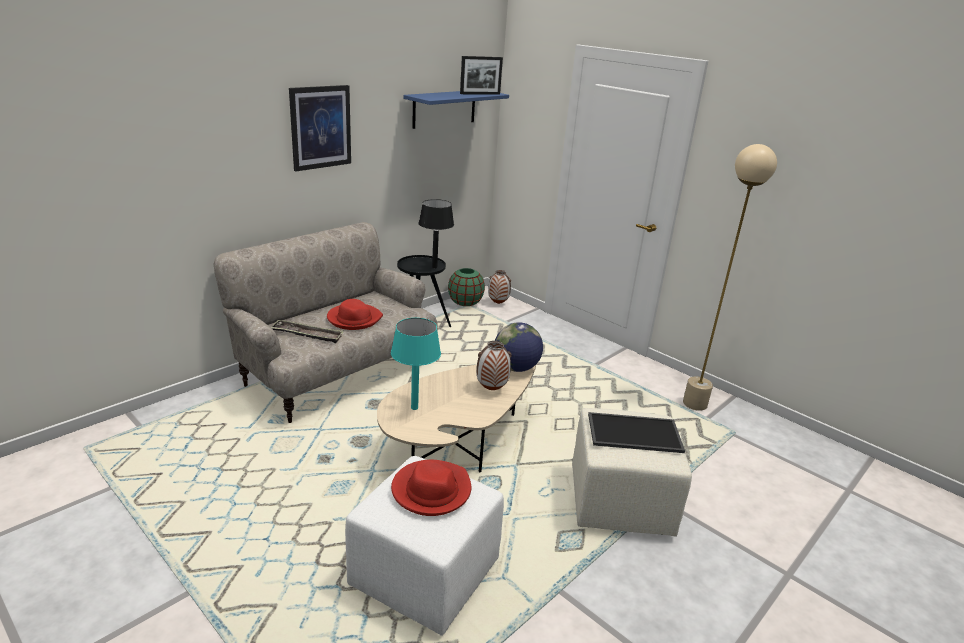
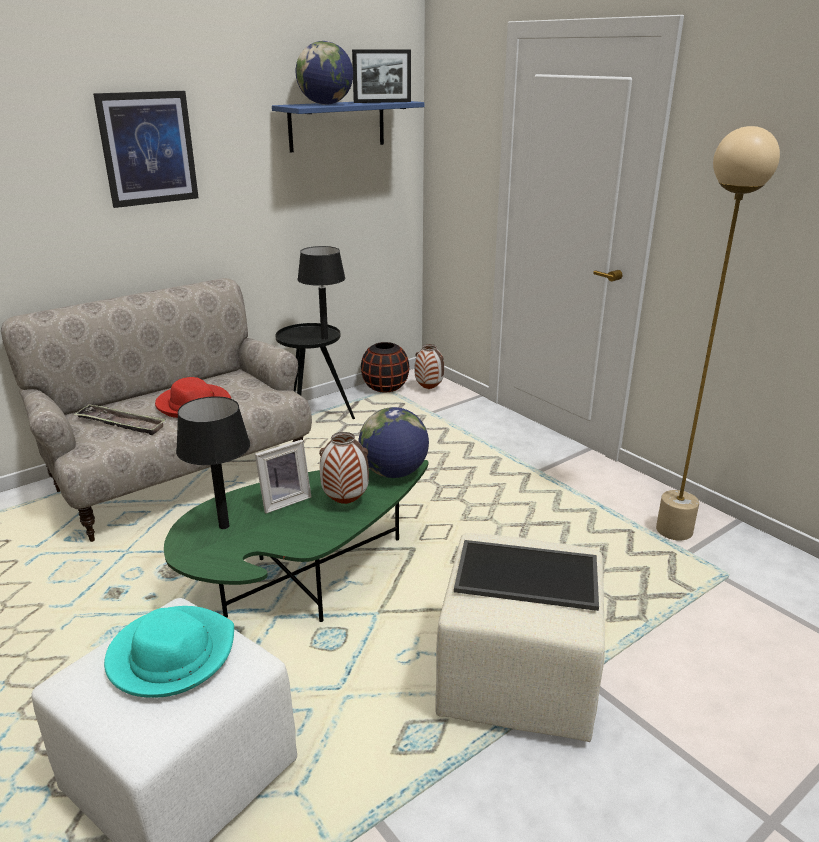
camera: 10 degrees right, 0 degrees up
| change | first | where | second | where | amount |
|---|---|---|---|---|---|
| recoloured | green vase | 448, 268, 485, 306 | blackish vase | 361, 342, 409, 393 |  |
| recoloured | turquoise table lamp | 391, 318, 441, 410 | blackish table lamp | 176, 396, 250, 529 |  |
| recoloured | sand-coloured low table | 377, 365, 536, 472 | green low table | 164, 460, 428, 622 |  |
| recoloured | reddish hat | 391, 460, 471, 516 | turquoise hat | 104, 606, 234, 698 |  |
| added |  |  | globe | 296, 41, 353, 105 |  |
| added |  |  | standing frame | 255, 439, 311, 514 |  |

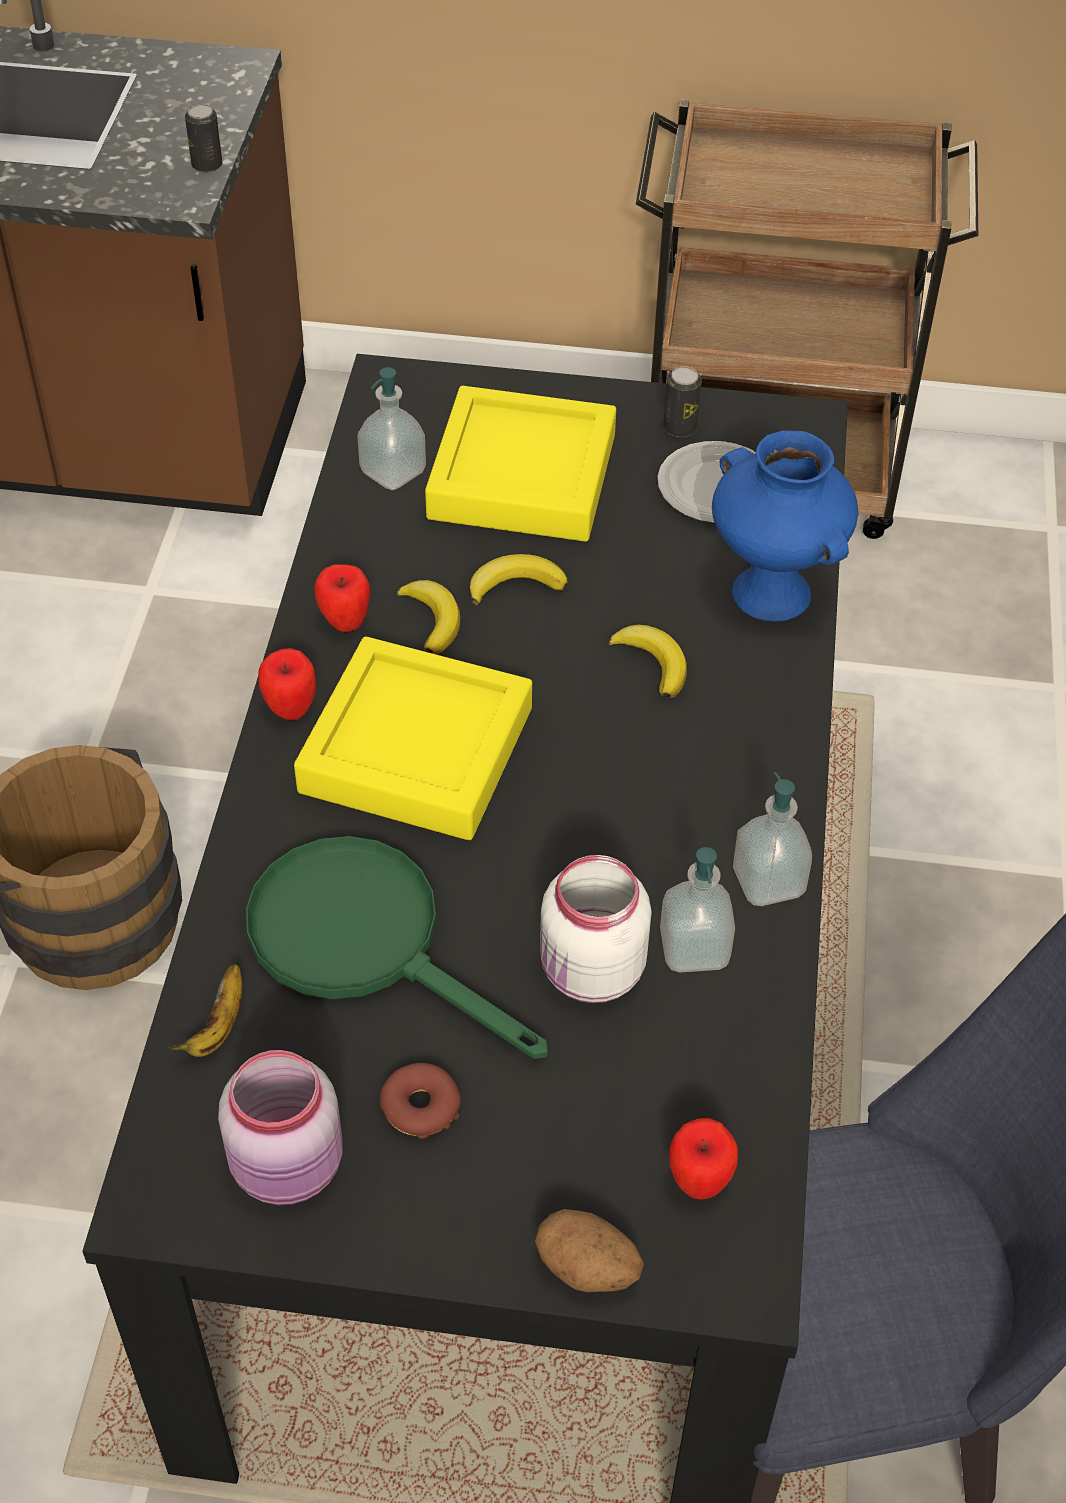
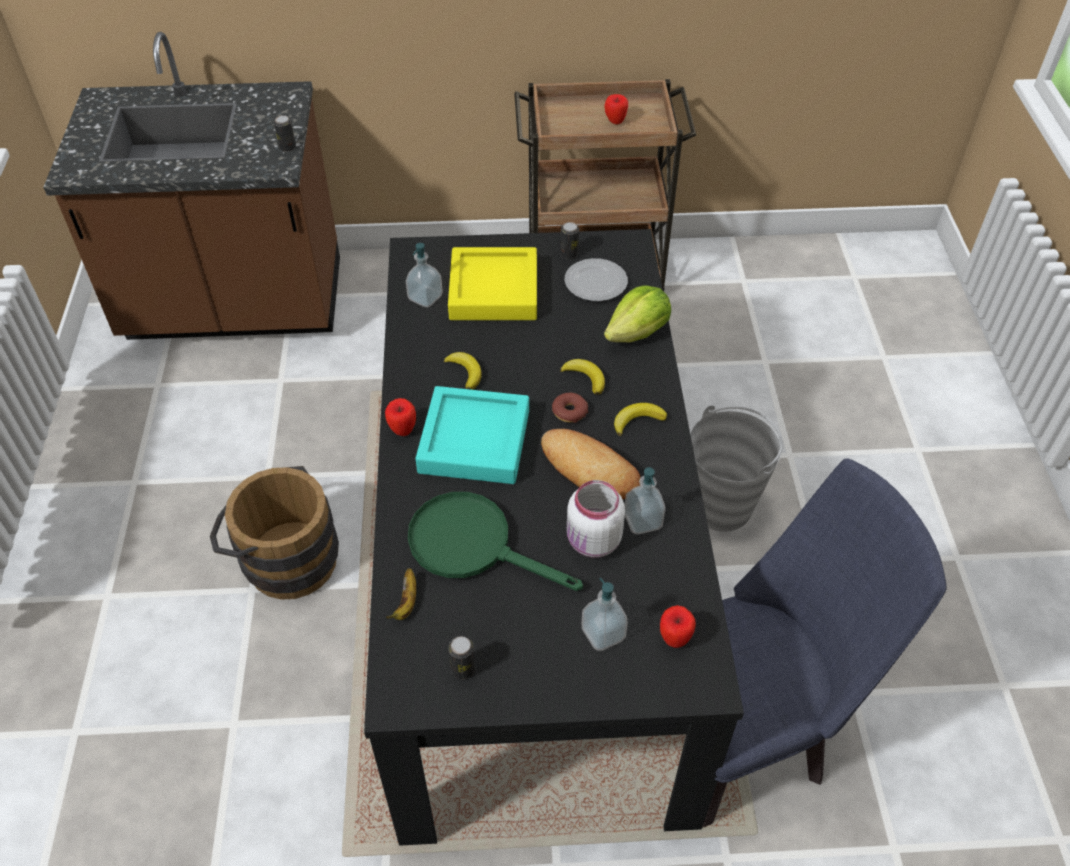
camera: 10 degrees left, 0 degrees up
| change | first | where | second | where | amount |
|---|---|---|---|---|---|
| replaced | blue vase | 712, 430, 858, 622 | lettuce | 604, 286, 671, 343 |  |
| moved | banana fruit | 470, 554, 567, 605 |  | 614, 403, 667, 436 |  |
| moved | apple fruit | 314, 564, 370, 632 |  | 604, 94, 628, 124 |  |
| recoloured | yellow-coloured tray | 294, 637, 532, 840 | turquoise tray | 415, 386, 529, 484 |  |
| moved | soap dispenser | 733, 772, 812, 906 |  | 582, 578, 628, 651 |  |
| replaced | pinkish preserve jar | 218, 1050, 342, 1205 | sealed can | 448, 636, 476, 679 |  |
| moved | donut | 380, 1063, 461, 1139 |  | 552, 393, 588, 423 |  |
| removed | spud | 535, 1209, 644, 1292 |  |  |  |
| added |  |  | greyish pail | 690, 405, 783, 532 |  |
| added |  |  | baked bread | 541, 429, 641, 499 |  |

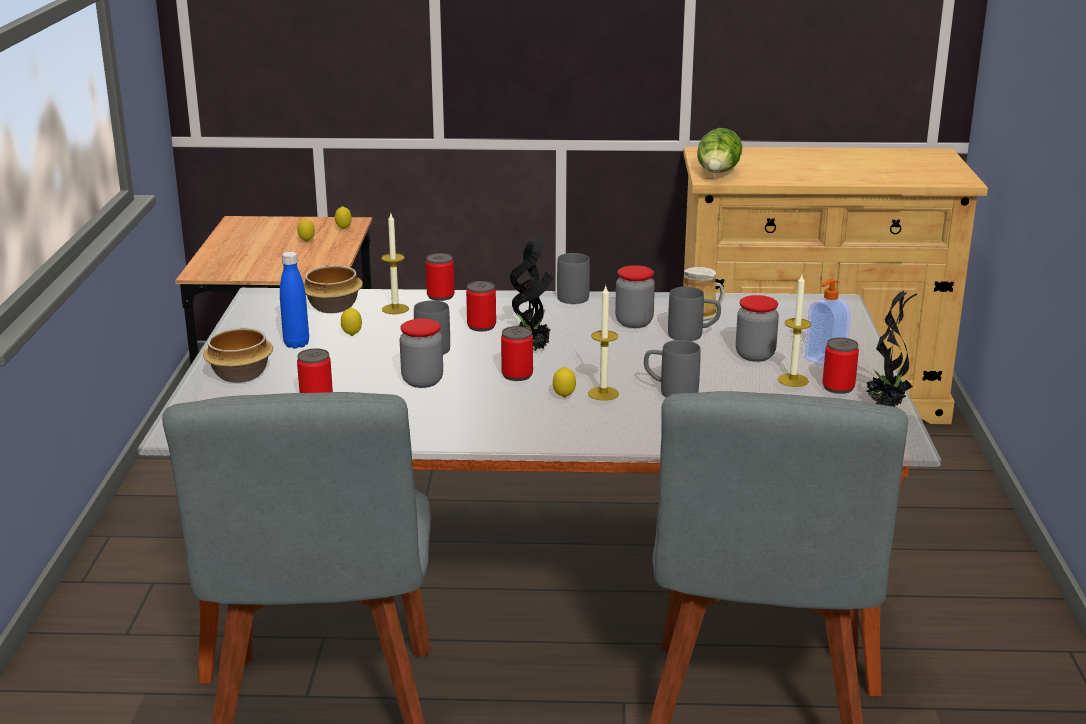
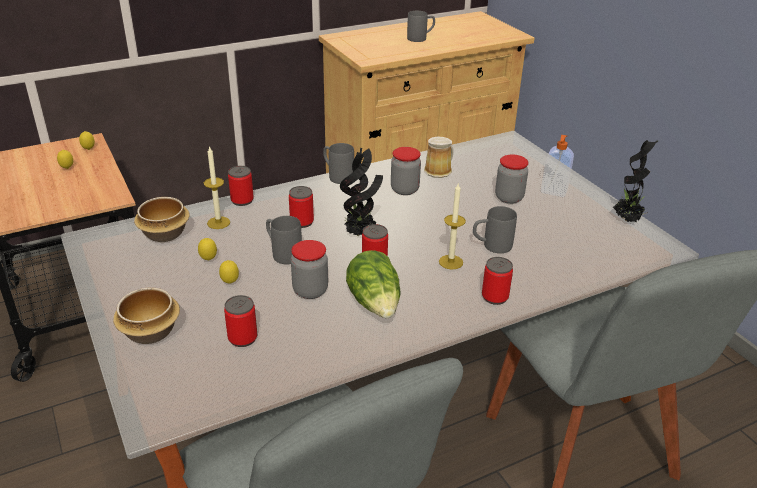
camera: 30 degrees left, 10 degrees up
| change | first | where | second | where | amount |
|---|---|---|---|---|---|
| moved | lettuce | 697, 128, 742, 173 |  | 346, 250, 401, 318 |  |
| removed | blue beverage bottle | 280, 252, 309, 348 |  |  |  |
| removed | wax light | 778, 275, 811, 387 |  |  |  |
| moved | greyish coffee mug | 668, 287, 721, 341 |  | 407, 11, 435, 42 |  |
| moved | sealed can | 822, 337, 859, 394 |  | 482, 257, 513, 305 |  |
| moved | lemon | 553, 367, 576, 398 |  | 219, 260, 239, 284 |  |

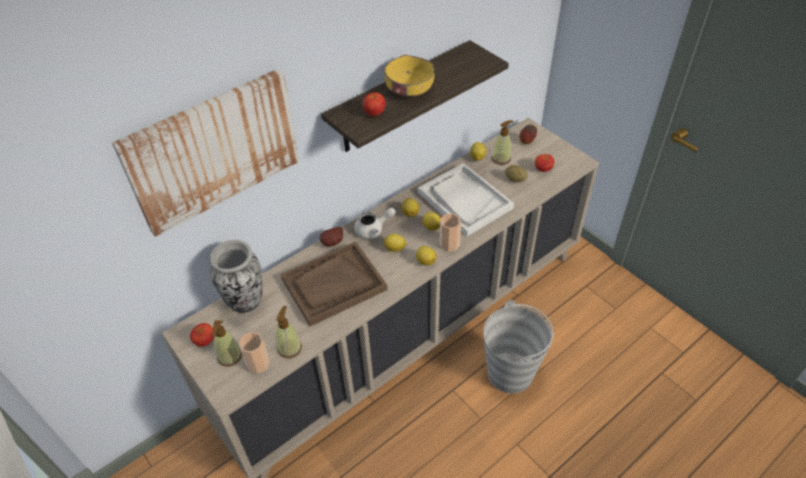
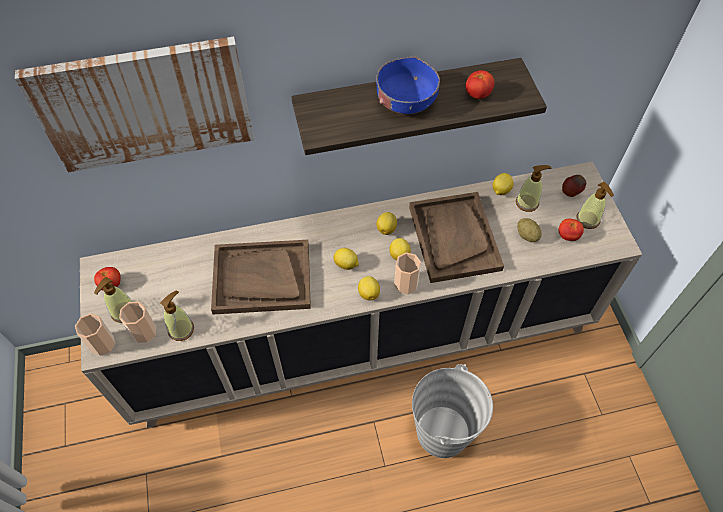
camera: 25 degrees right, 10 degrees up
| change | first | where | second | where | amount |
|---|---|---|---|---|---|
| recoloured | yellow-coloured serving bowl | 384, 55, 435, 97 | blue serving bowl | 376, 56, 440, 114 |  |
| moved | whole tomato | 363, 92, 385, 116 |  | 466, 70, 494, 99 |  |
| recoloured | white-coloured tray | 418, 163, 514, 236 | brown-coloured tray | 409, 192, 504, 283 |  |
| removed | white-coloured pot for tea | 354, 208, 396, 239 |  |  |  |
| removed | spud | 320, 227, 343, 247 |  |  |  |
| removed | vase | 209, 240, 263, 313 |  |  |  |
| added |  |  | soap dispenser | 576, 182, 614, 229 |  |
| added |  |  | small cup | 75, 313, 115, 356 |  |

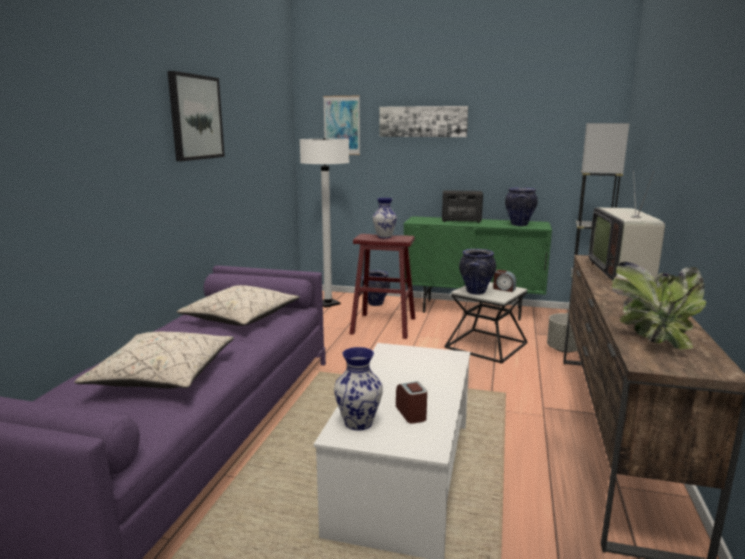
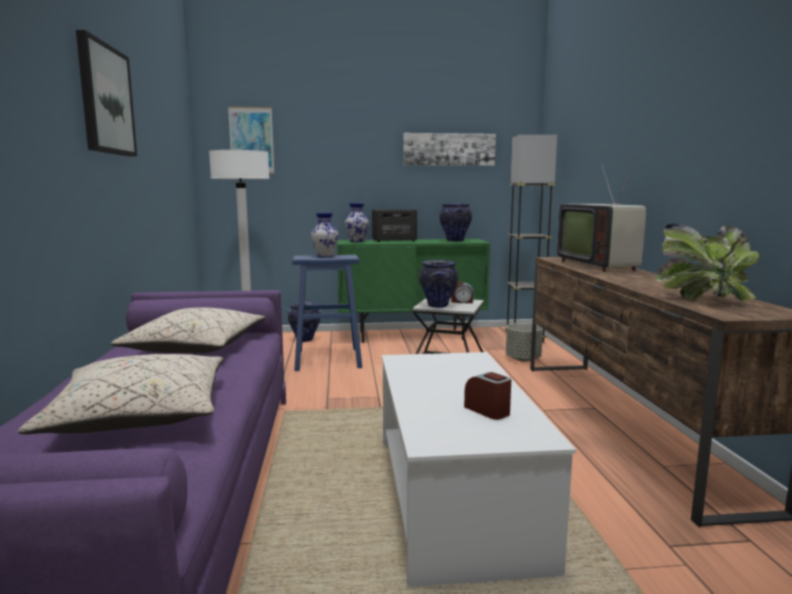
camera: 20 degrees left, 5 degrees down
| change | first | where | second | where | amount |
|---|---|---|---|---|---|
| moved | wall art | 380, 106, 468, 137 |  | 403, 133, 496, 166 |  |
| recoloured | reddish stool seat | 349, 234, 415, 339 | blue stool seat | 292, 255, 363, 371 |  |
| moved | vase | 334, 347, 383, 430 |  | 345, 203, 369, 242 |  |

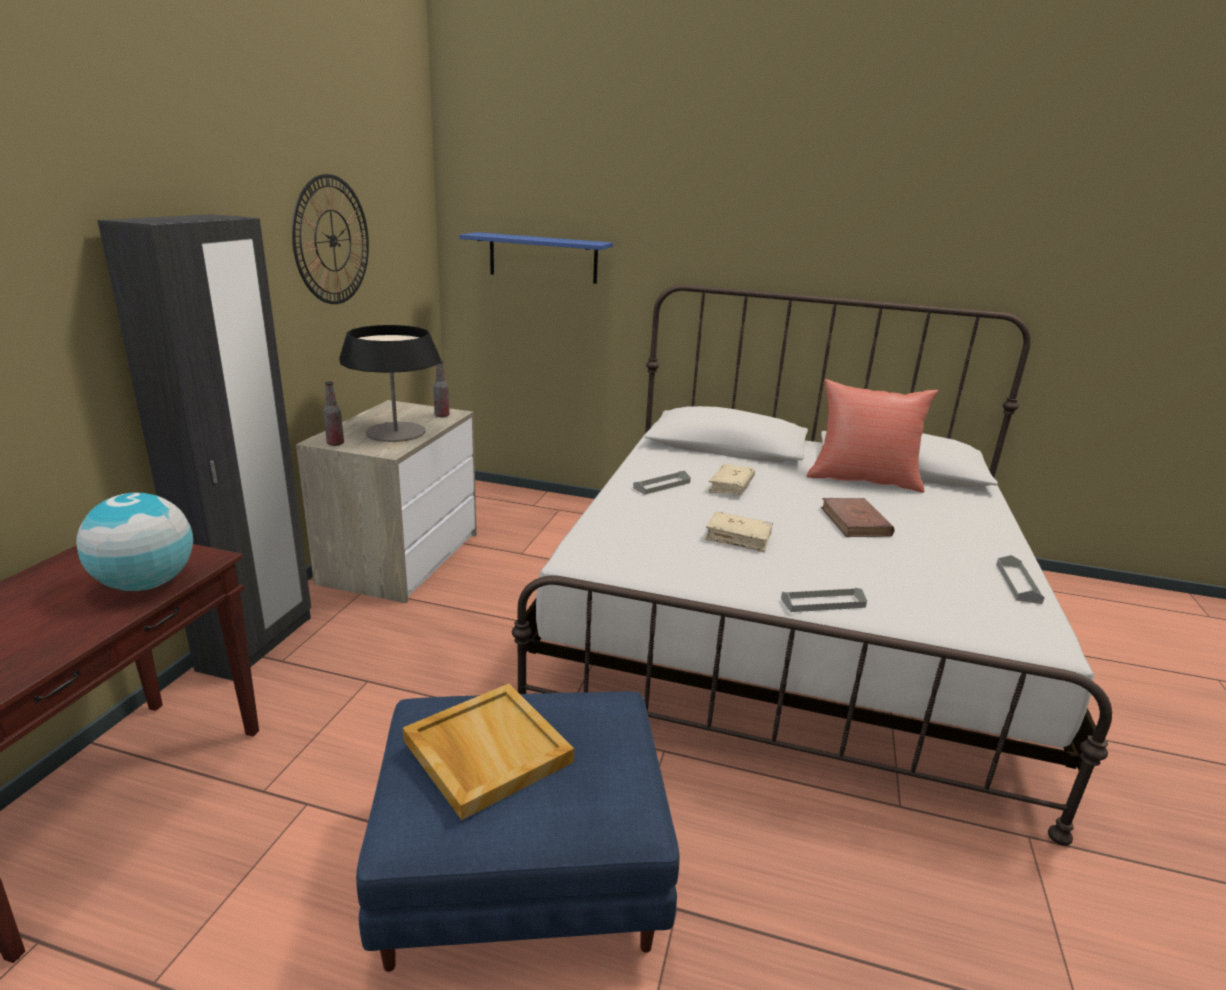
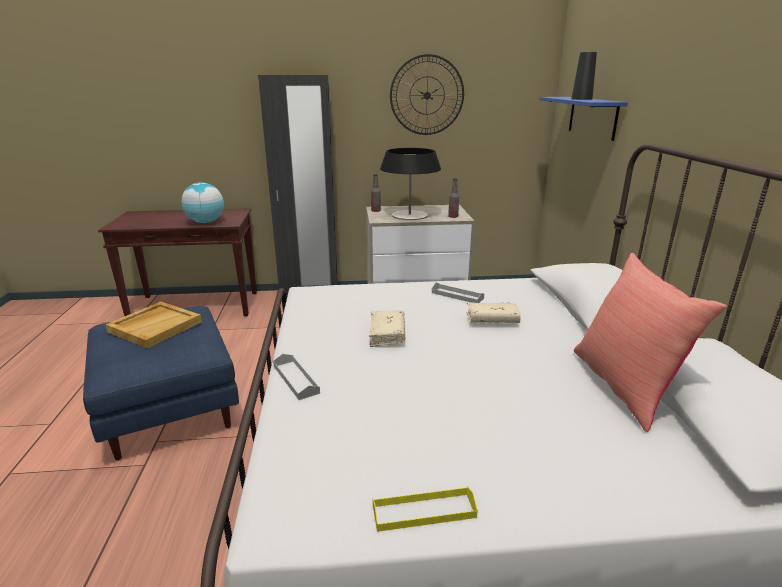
camera: 70 degrees right, 0 degrees up
| change | first | where | second | where | amount |
|---|---|---|---|---|---|
| removed | brown-coloured bound book | 821, 498, 895, 537 |  |  |  |
| recoloured | greyish tray | 996, 555, 1045, 604 | yellow-coloured tray | 373, 486, 478, 532 |  |
| added |  |  | blackish vase | 571, 52, 597, 100 |  |

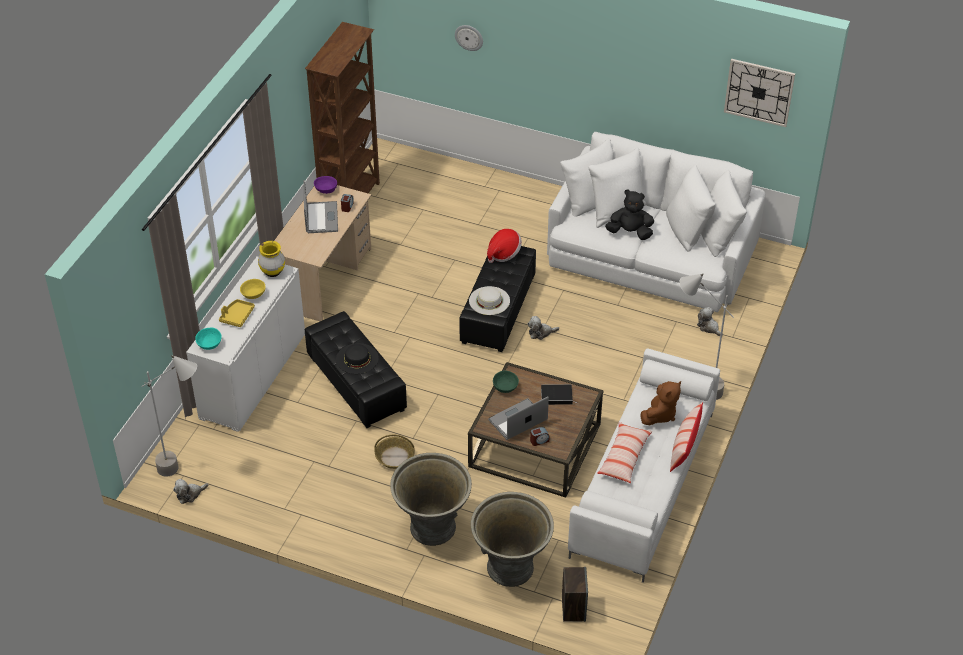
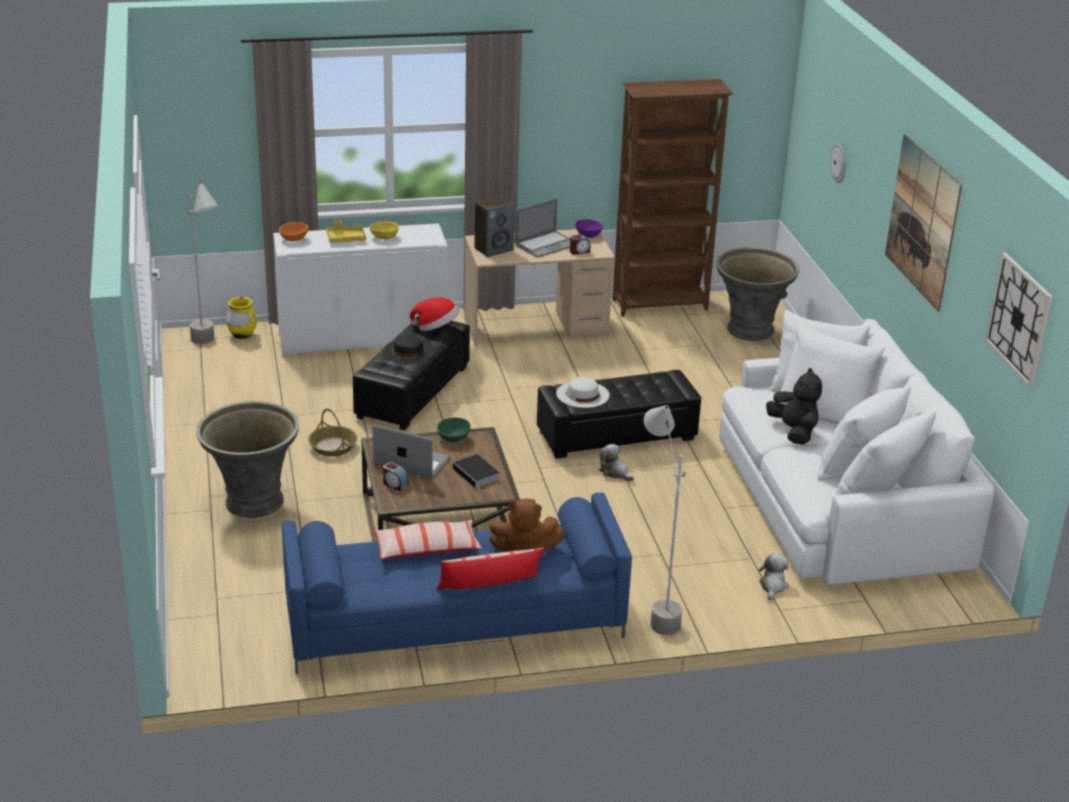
camera: 55 degrees right, 15 degrees down
| change | first | where | second | where | amount |
|---|---|---|---|---|---|
| moved | hat | 487, 229, 522, 263 |  | 410, 297, 459, 331 |  |
| moved | yellow-coloured vase | 258, 241, 285, 277 |  | 226, 297, 257, 339 |  |
| recoloured | turquoise serving bowl | 195, 328, 222, 350 | orange-coloured serving bowl | 279, 222, 309, 241 |  |
| recoloured | white-coloured couch | 568, 348, 720, 583 | blue couch | 282, 492, 632, 674 |  |
| removed | cuddly toy | 173, 479, 208, 504 |  |  |  |
| moved | greyish flower pot | 471, 492, 554, 587 |  | 716, 247, 799, 341 |  |
| moved | speaker | 562, 567, 588, 622 |  | 475, 196, 515, 257 |  |
| added |  |  | wall art | 885, 134, 962, 312 |  |

